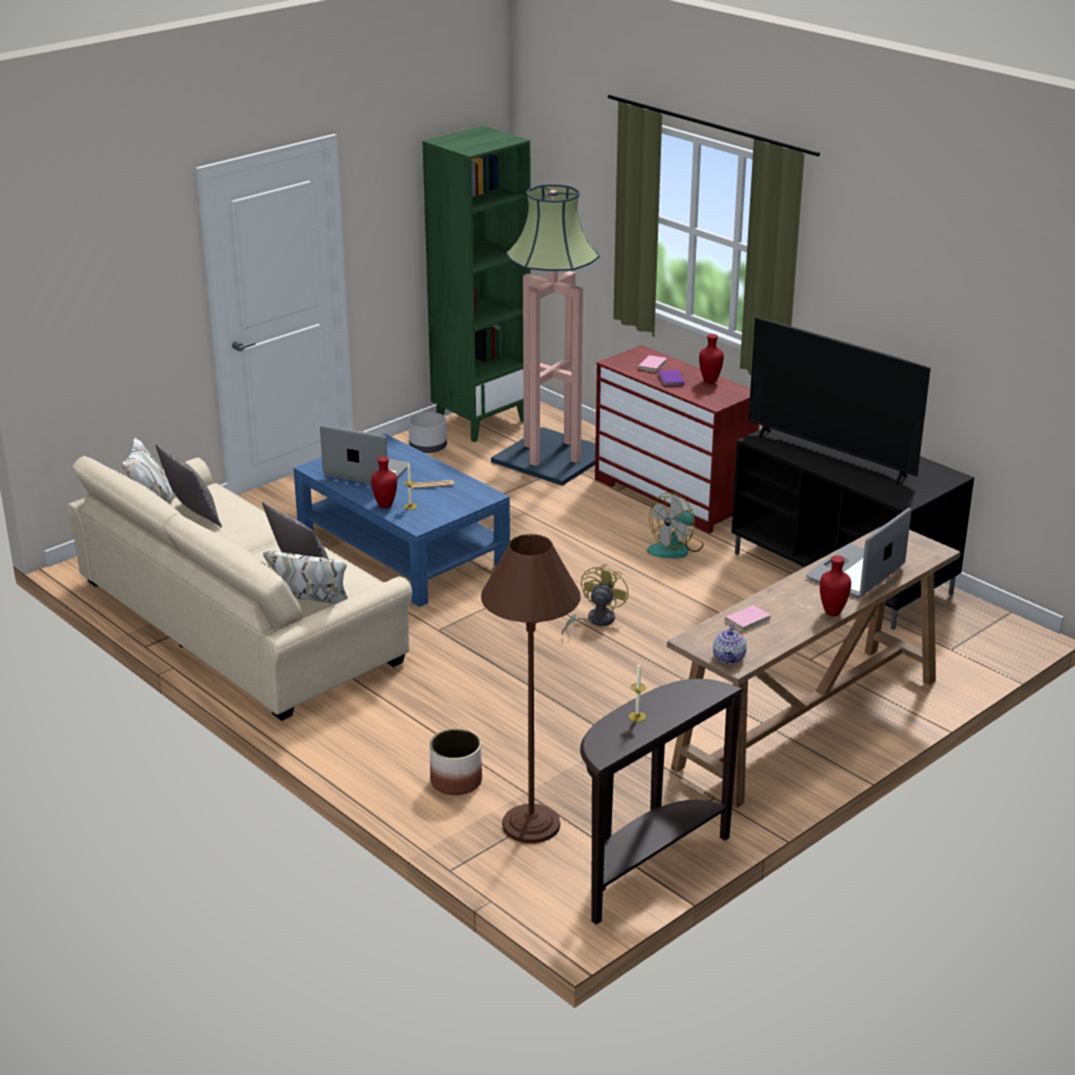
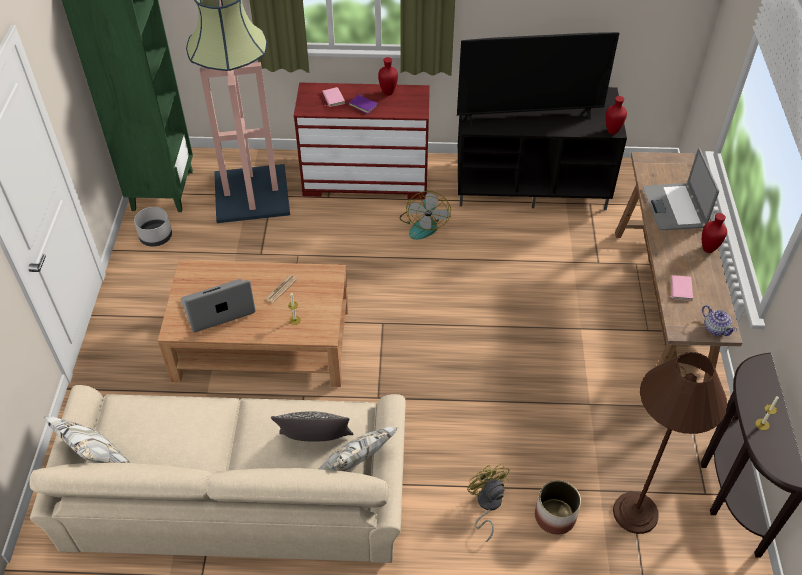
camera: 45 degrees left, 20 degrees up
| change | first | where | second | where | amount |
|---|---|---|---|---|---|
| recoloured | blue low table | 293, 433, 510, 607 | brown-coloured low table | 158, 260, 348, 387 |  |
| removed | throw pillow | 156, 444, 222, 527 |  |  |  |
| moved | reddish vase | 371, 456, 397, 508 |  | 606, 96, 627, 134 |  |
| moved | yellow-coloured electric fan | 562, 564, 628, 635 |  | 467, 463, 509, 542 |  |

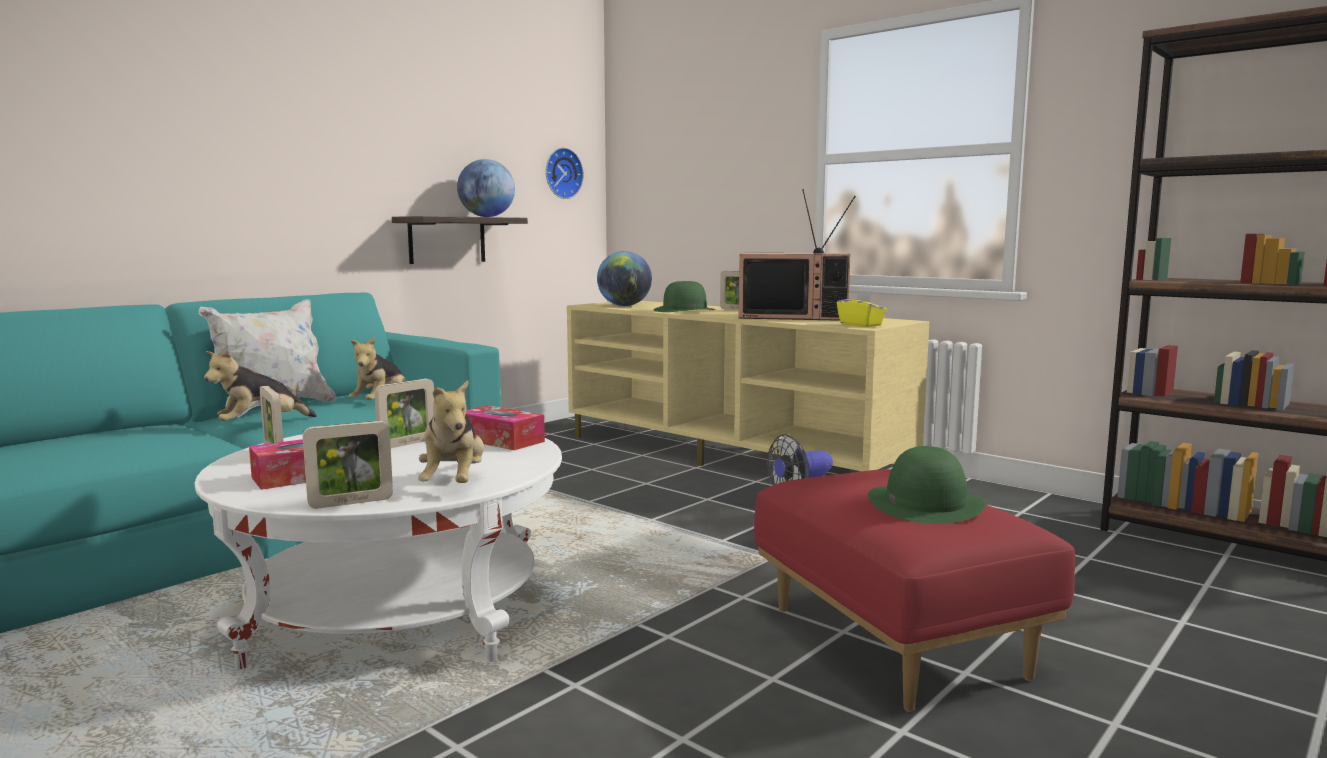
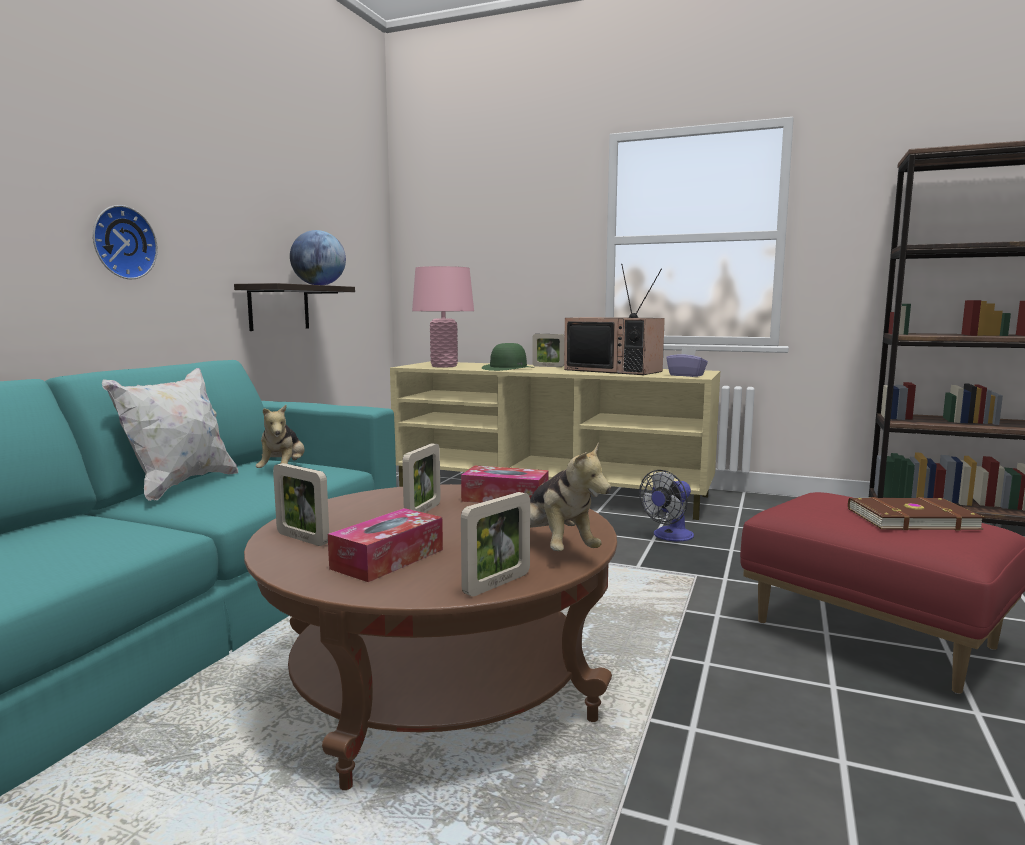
camera: 20 degrees left, 0 degrees up
| change | first | where | second | where | amount |
|---|---|---|---|---|---|
| moved | hanging clock | 546, 148, 584, 199 |  | 93, 205, 158, 279 |  |
| turned | TV | 739, 189, 856, 321 |  | 564, 264, 665, 375 | 45 degrees clockwise |
| replaced | globe | 597, 251, 652, 306 | pinkish table lamp | 412, 266, 474, 367 |  |
| recoloured | yellow-coloured tissue box | 837, 290, 887, 327 | purple tissue box | 666, 347, 708, 377 |  |
| removed | cuddly toy | 204, 349, 317, 421 |  |  |  |
| recoloured | white-coloured low table | 195, 434, 562, 669 | brown-coloured low table | 244, 484, 617, 790 |  |
| replaced | green hat | 868, 446, 987, 524 | brown-coloured bound book | 848, 497, 985, 530 |  |

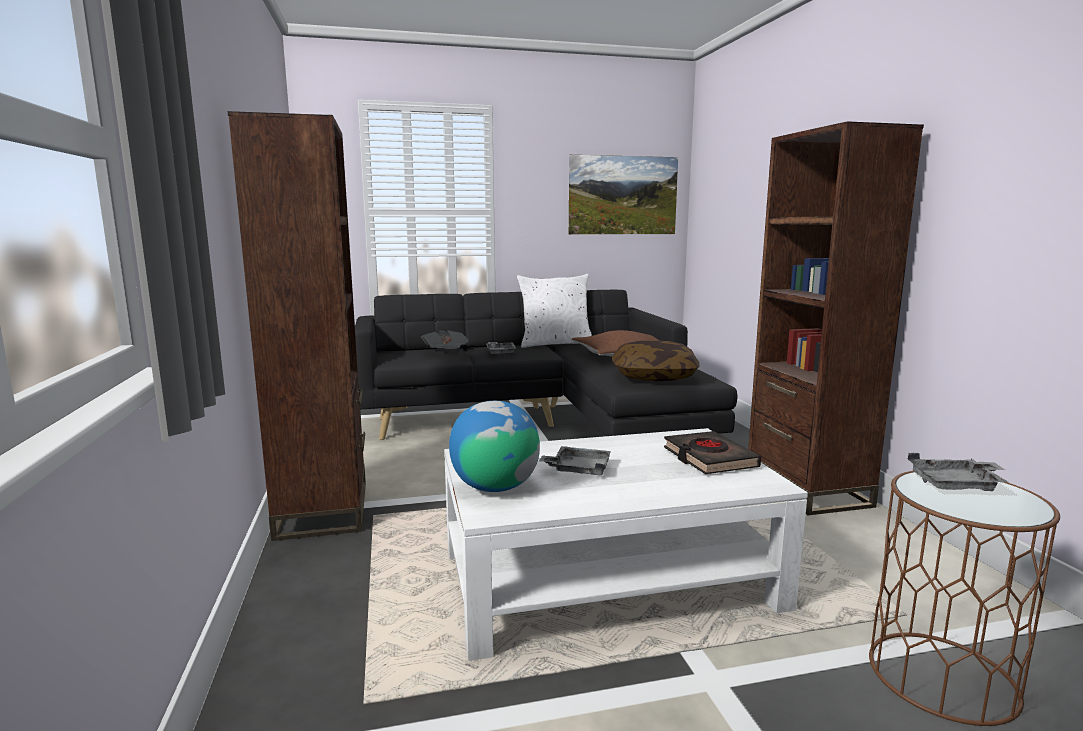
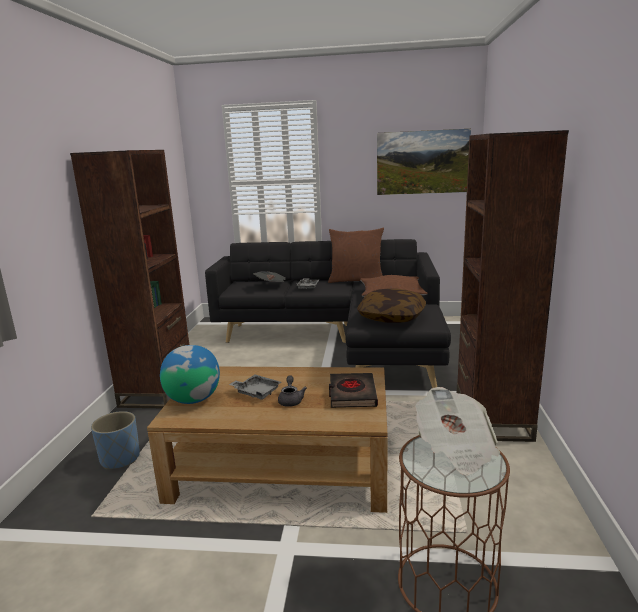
camera: 20 degrees right, 5 degrees up
| change | first | where | second | where | amount |
|---|---|---|---|---|---|
| recoloured | white-coloured throw pillow | 517, 274, 592, 348 | brown-coloured throw pillow | 328, 228, 384, 283 |  |
| recoloured | white-coloured low table | 444, 428, 808, 661 | brown-coloured low table | 147, 366, 387, 513 |  |
| replaced | greyish tray | 908, 453, 1008, 491 | printed paper | 416, 387, 500, 476 |  |
| added |  |  | greyish pot for tea | 278, 375, 307, 407 |  |
| added |  |  | blue flower pot | 91, 411, 140, 469 |  |

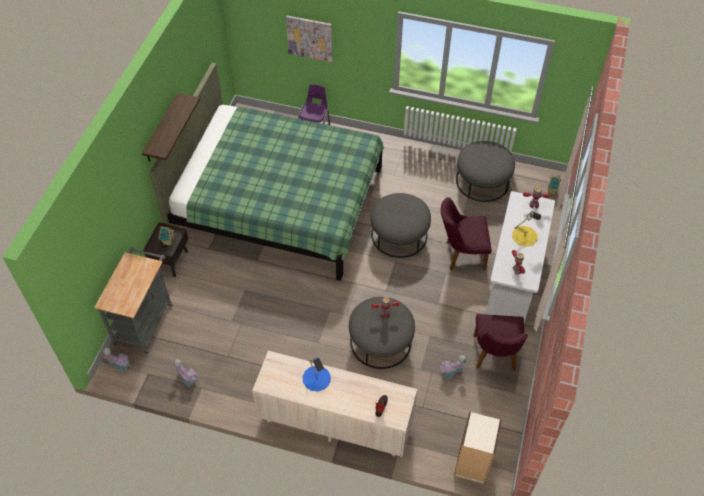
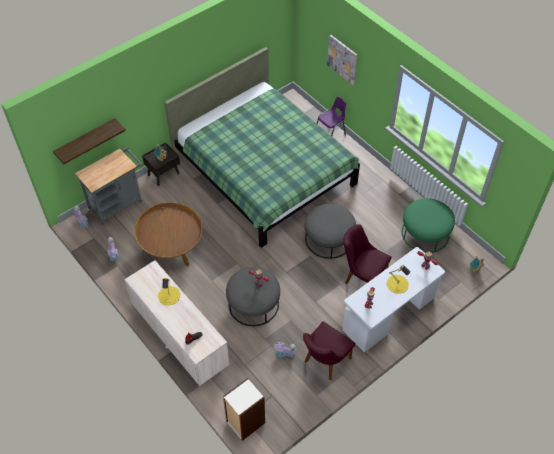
camera: 35 degrees right, 0 degrees up
| change | first | where | second | where | amount |
|---|---|---|---|---|---|
| moved | bracket shelf | 142, 93, 200, 162 |  | 53, 118, 126, 164 |  |
| recoloured | greyish pouffe | 456, 141, 515, 202 | green pouffe | 402, 198, 455, 253 |  |
| recoloured | blue table lamp | 303, 357, 331, 391 | yellow-coloured table lamp | 158, 278, 180, 305 |  |
| added |  |  | brown-coloured low table | 134, 202, 202, 266 |  |

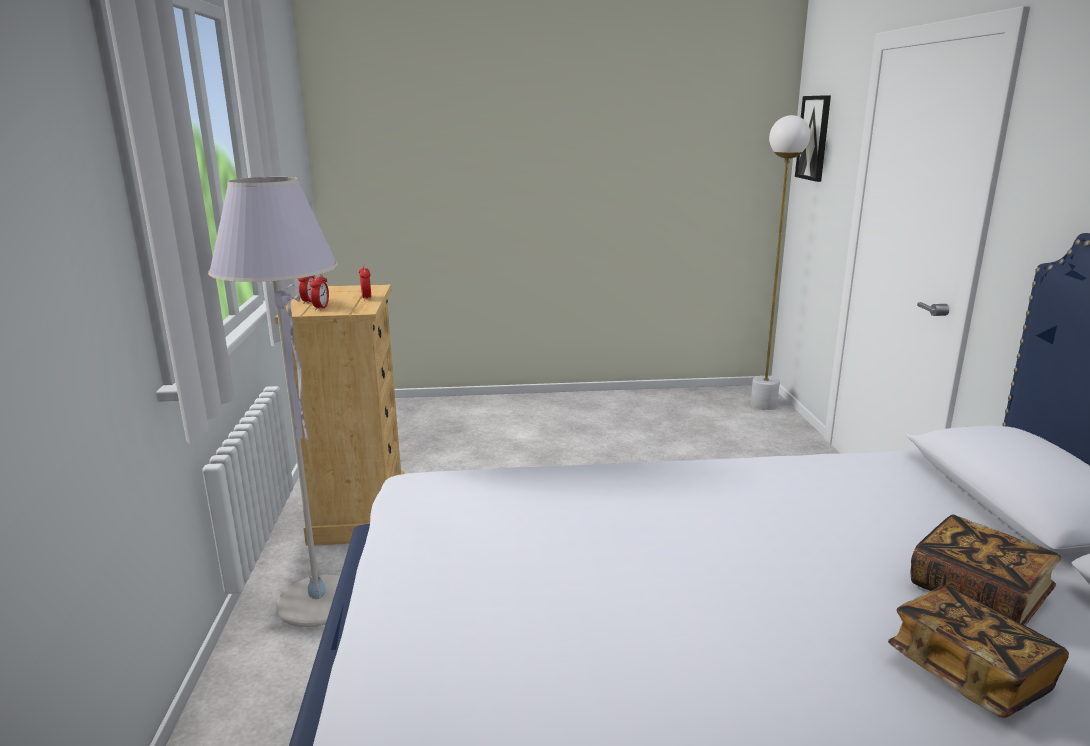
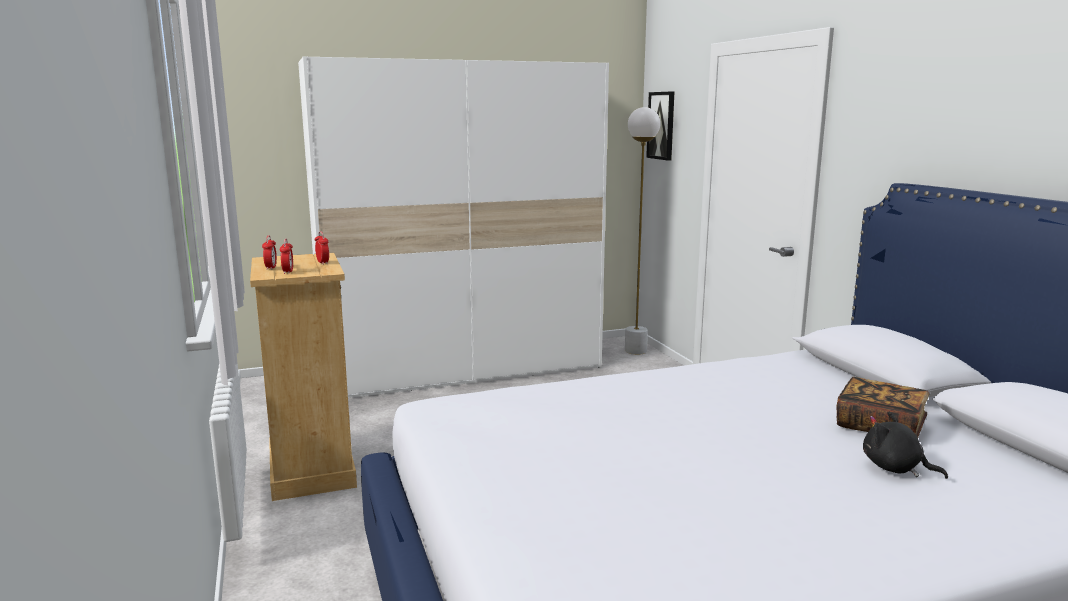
camera: 15 degrees left, 5 degrees down
| change | first | where | second | where | amount |
|---|---|---|---|---|---|
| removed | greyish standing lamp | 208, 177, 340, 627 |  |  |  |
| replaced | bound book | 888, 586, 1069, 718 | blackish cuddly toy | 863, 412, 948, 479 |  |
| added |  |  | white-coloured armoire | 298, 56, 609, 398 |  |

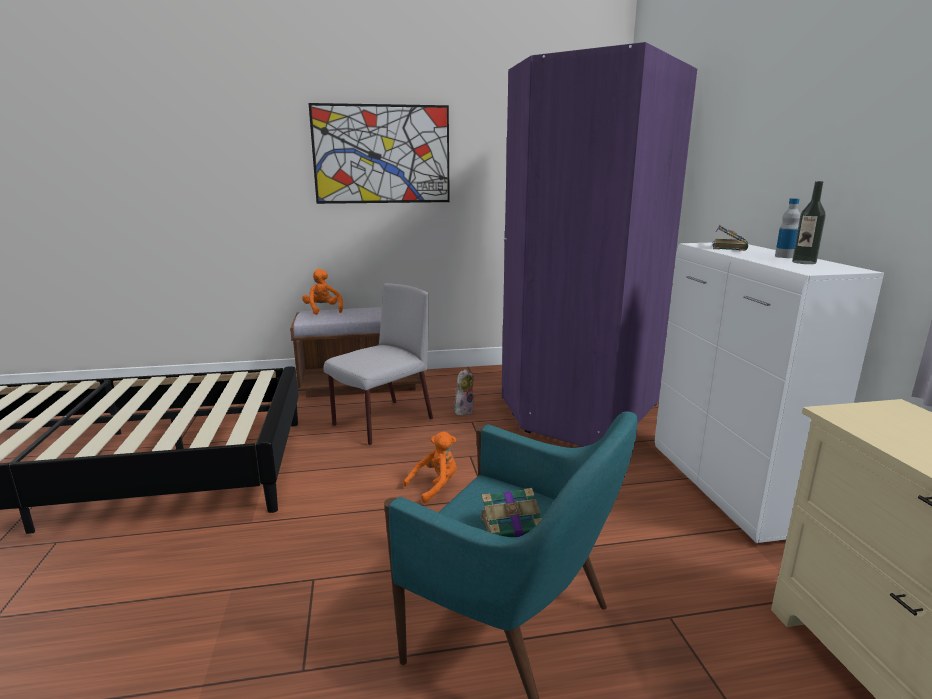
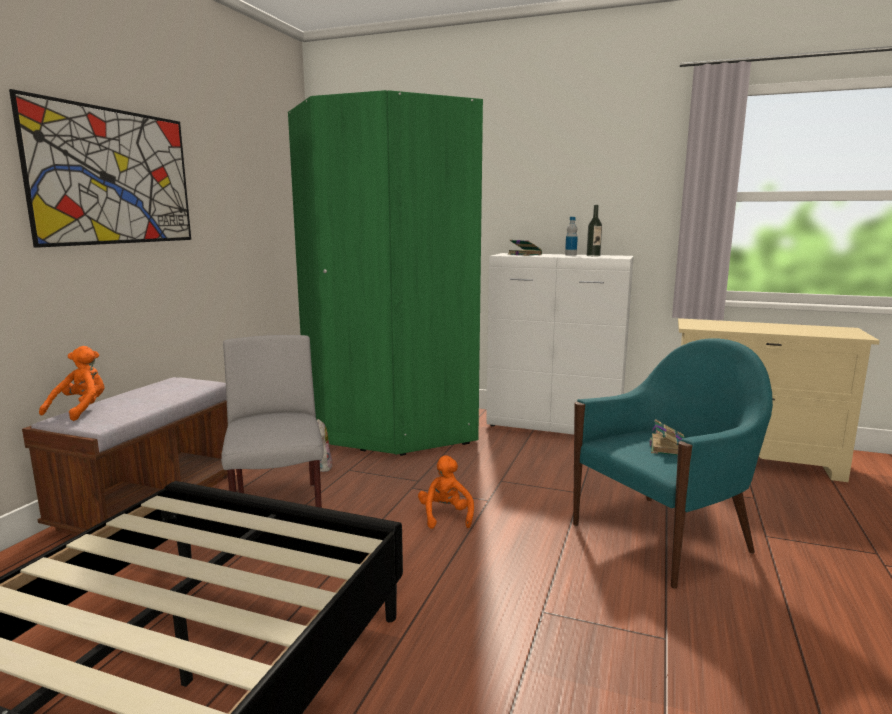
camera: 60 degrees left, 5 degrees down
| change | first | where | second | where | amount |
|---|---|---|---|---|---|
| recoloured | purple armoire | 502, 42, 697, 447 | green armoire | 288, 90, 483, 456 |  |
| turned | orange-coloured cuddly toy | 302, 269, 343, 315 |  | 39, 346, 105, 421 | 105 degrees clockwise |

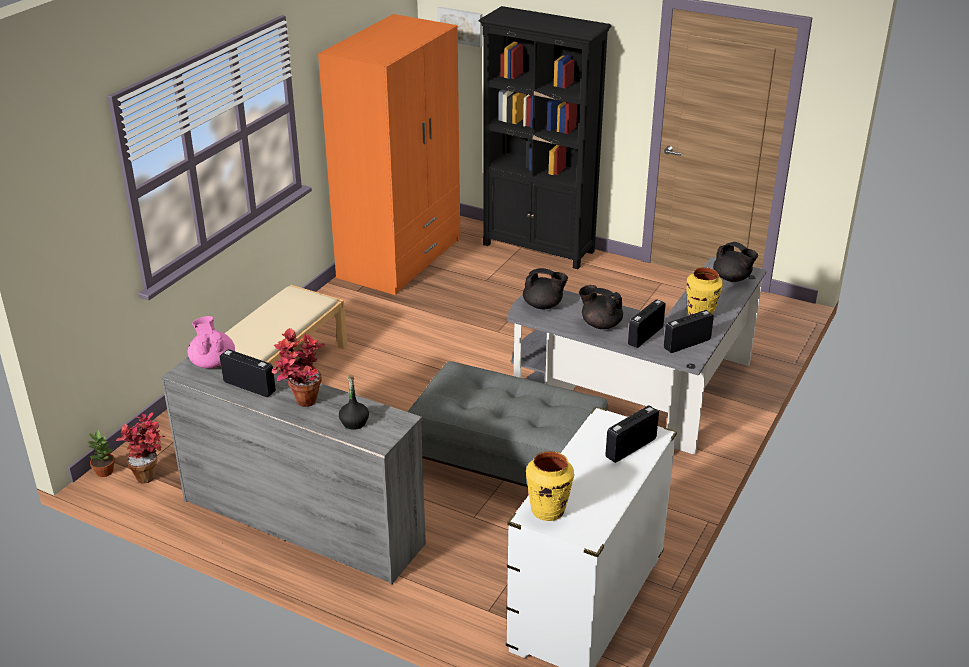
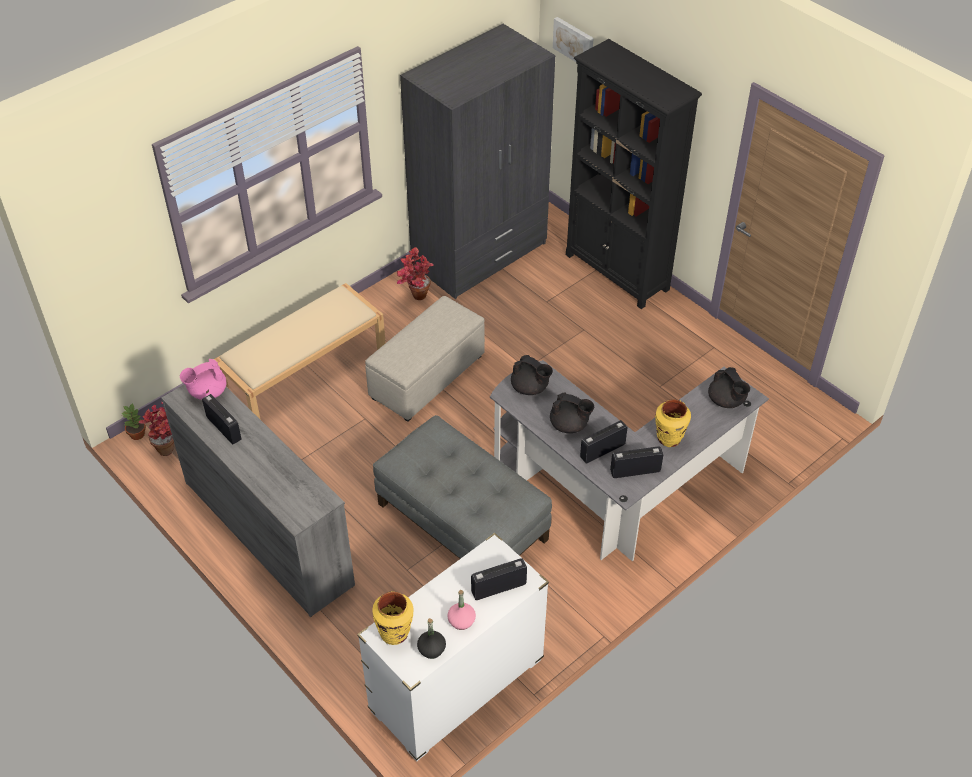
camera: 20 degrees right, 15 degrees up
| change | first | where | second | where | amount |
|---|---|---|---|---|---|
| recoloured | orange-coloured armoire | 318, 14, 460, 295 | greyish armoire | 400, 24, 555, 299 |  |
| turned | blackish pot for tea | 579, 285, 623, 329 |  | 550, 392, 594, 433 | 150 degrees clockwise |
| turned | pinkish pot for tea | 188, 316, 235, 368 |  | 180, 359, 226, 400 | 120 degrees counterclockwise |
| moved | plant in a pot | 271, 328, 325, 407 |  | 397, 247, 434, 300 |  |
| moved | blackish beverage bottle | 339, 375, 369, 430 |  | 417, 618, 446, 659 |  |
| added |  |  | sand-coloured pouffe | 365, 296, 485, 422 |  |
| added |  |  | pinkish beverage bottle | 447, 590, 476, 630 |  |

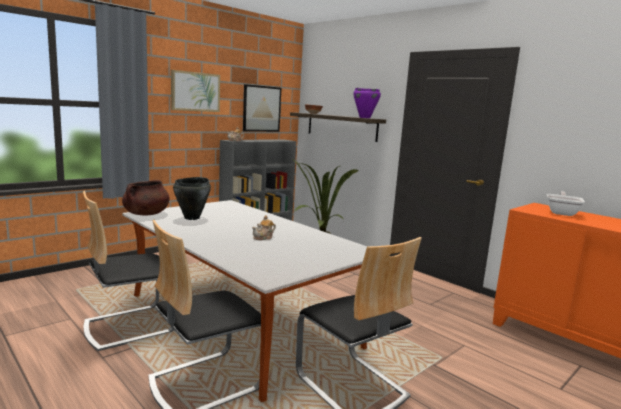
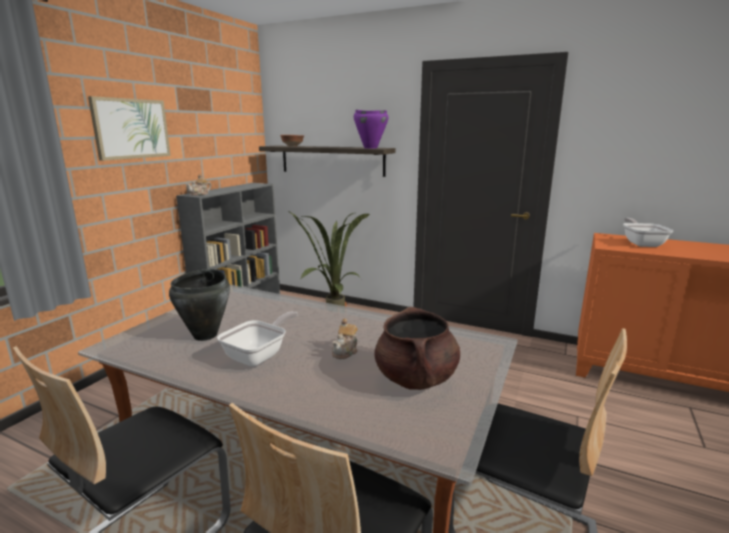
camera: 20 degrees left, 5 degrees up
| change | first | where | second | where | amount |
|---|---|---|---|---|---|
| removed | wall art | 243, 84, 281, 132 |  |  |  |
| moved | brown-coloured stockpot | 122, 180, 170, 216 |  | 374, 307, 460, 390 |  |
| added |  |  | pan | 217, 311, 298, 367 |  |

